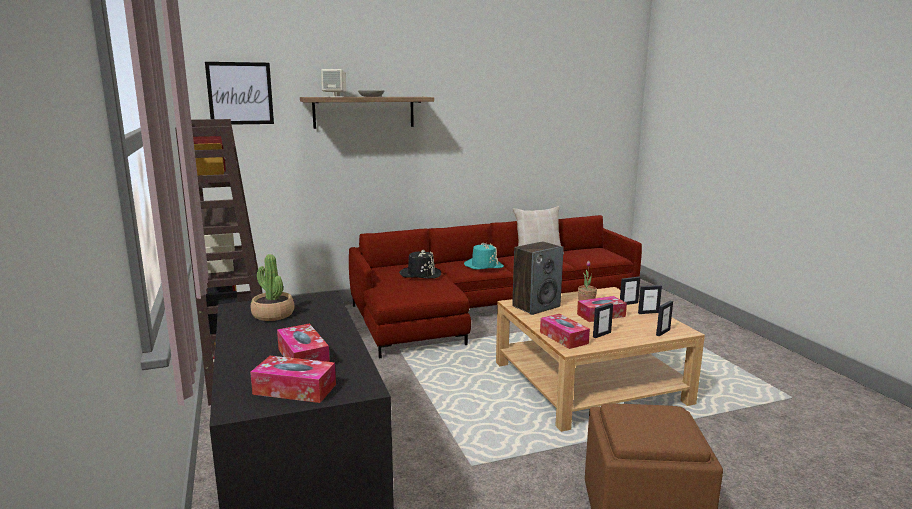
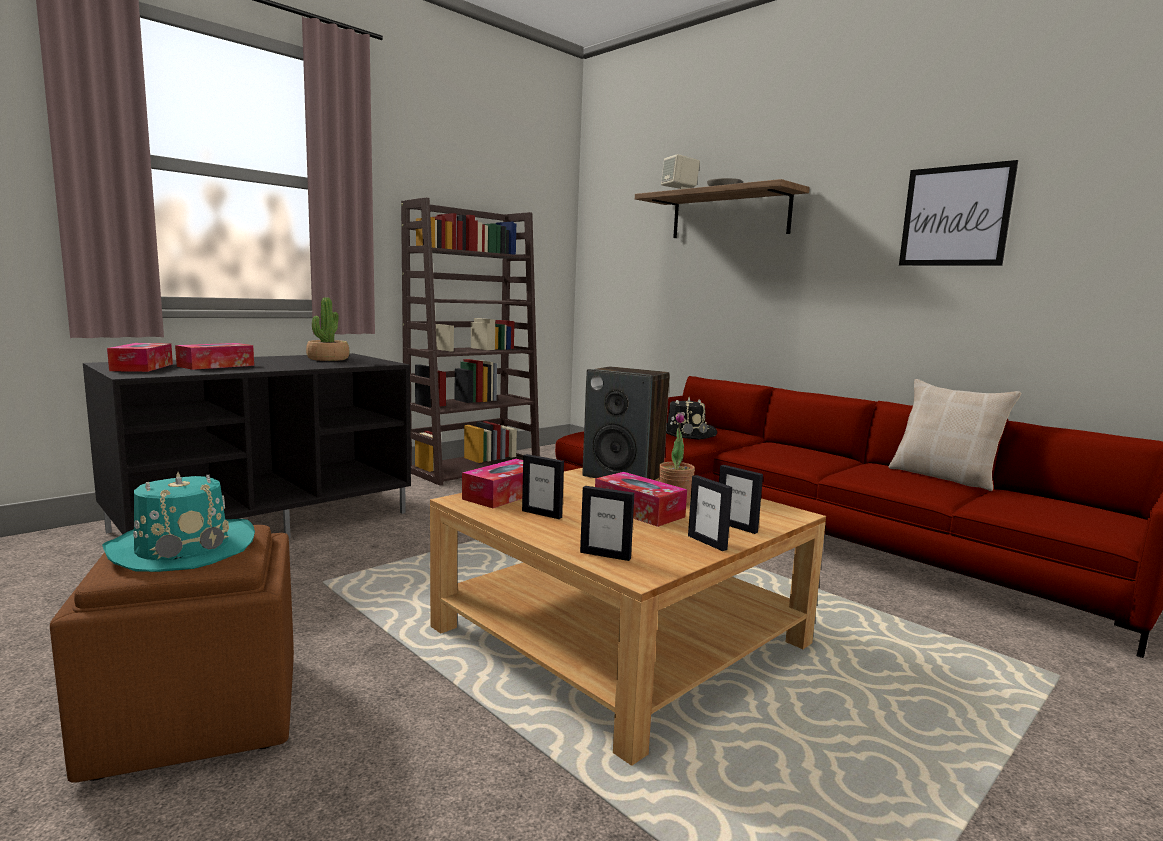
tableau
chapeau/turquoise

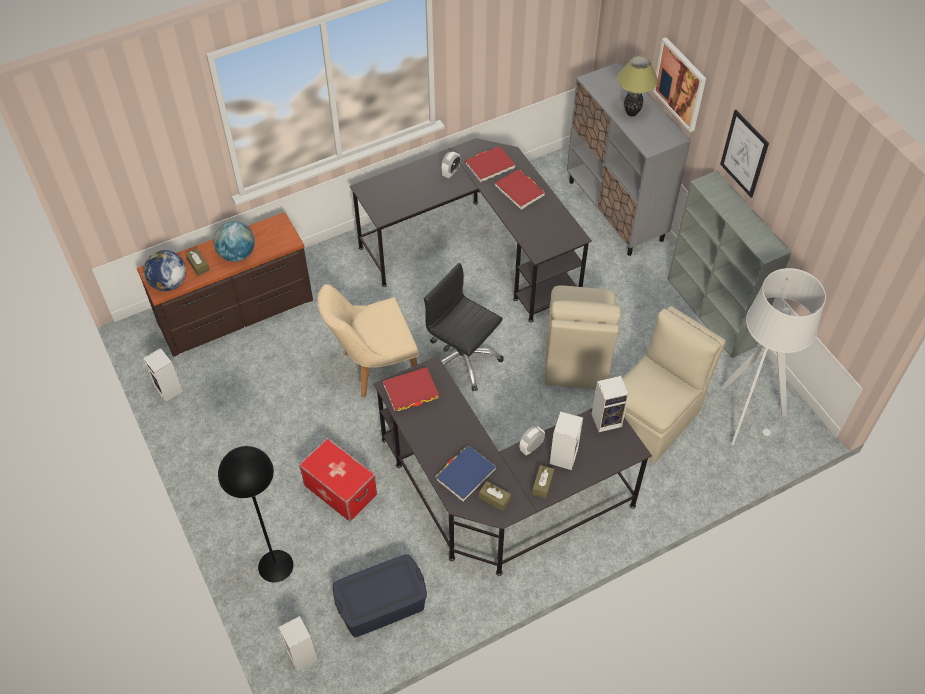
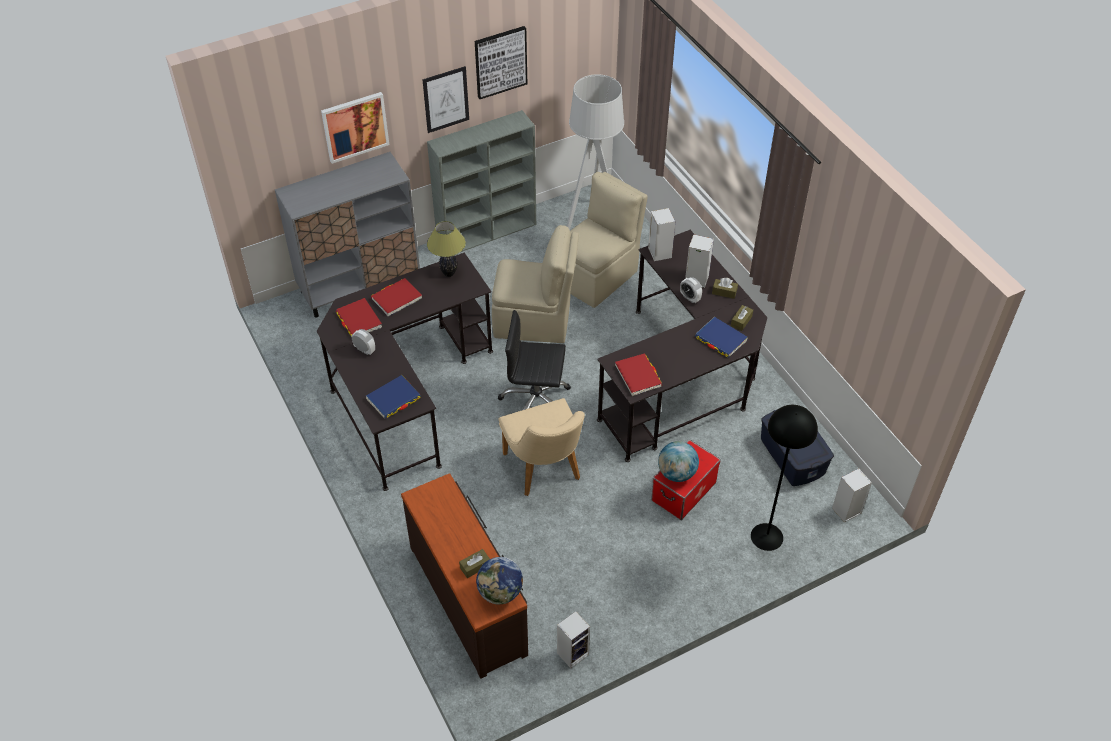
lampe de table
globe (2nd from left)
chaise de bureau/noir
chaise/beige (3rd from left)
tableau (3rd from left)
livre/bleu (1st from left)

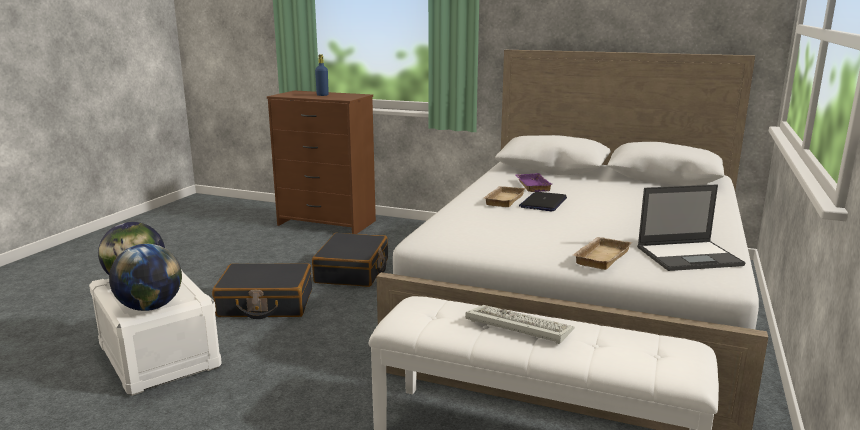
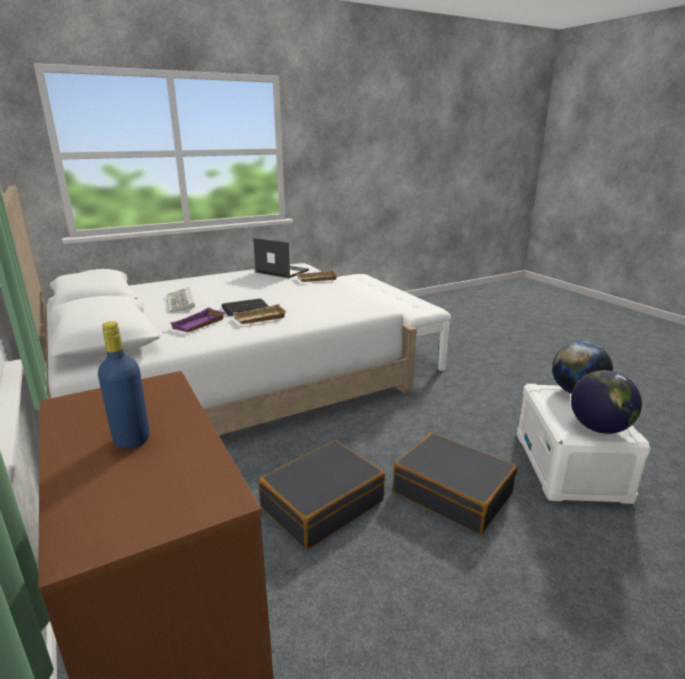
clavier

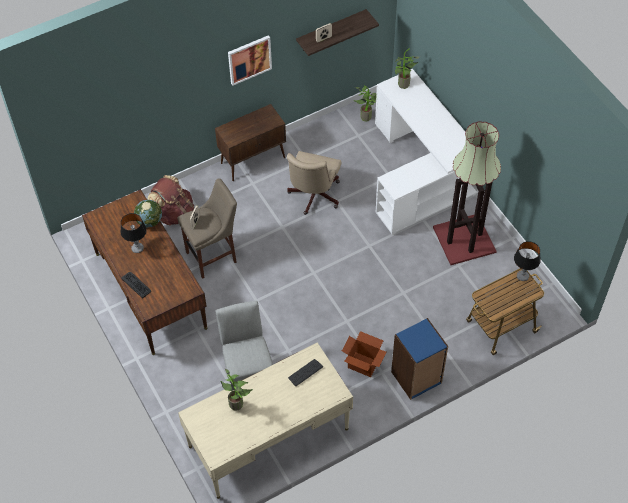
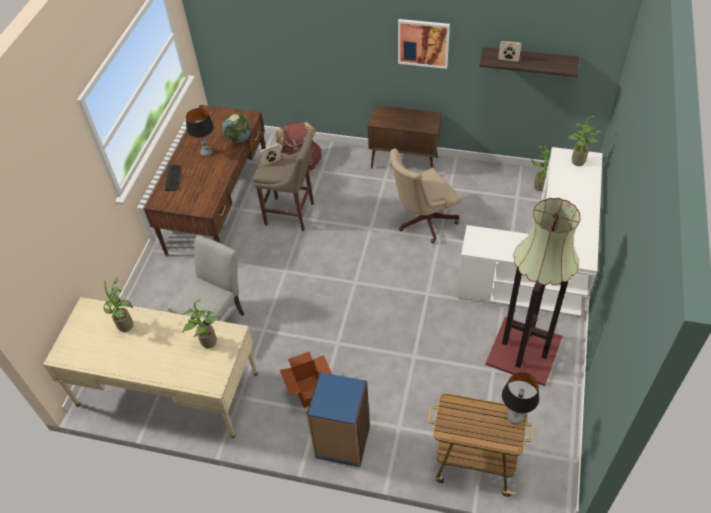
plante en pot (2nd from left)

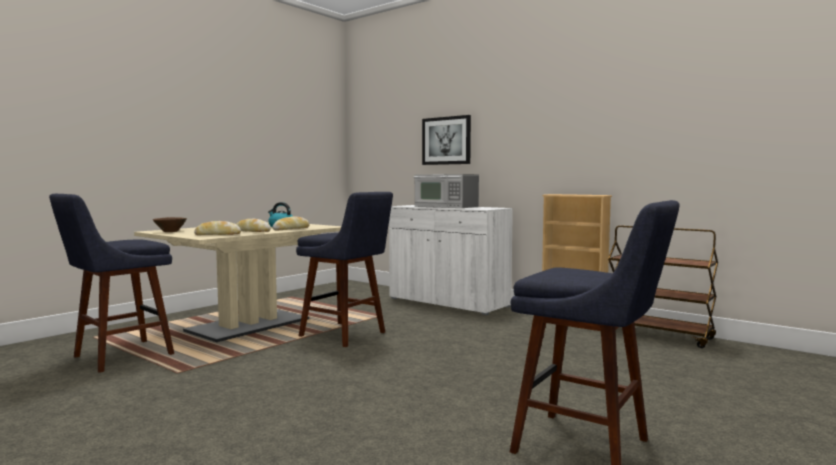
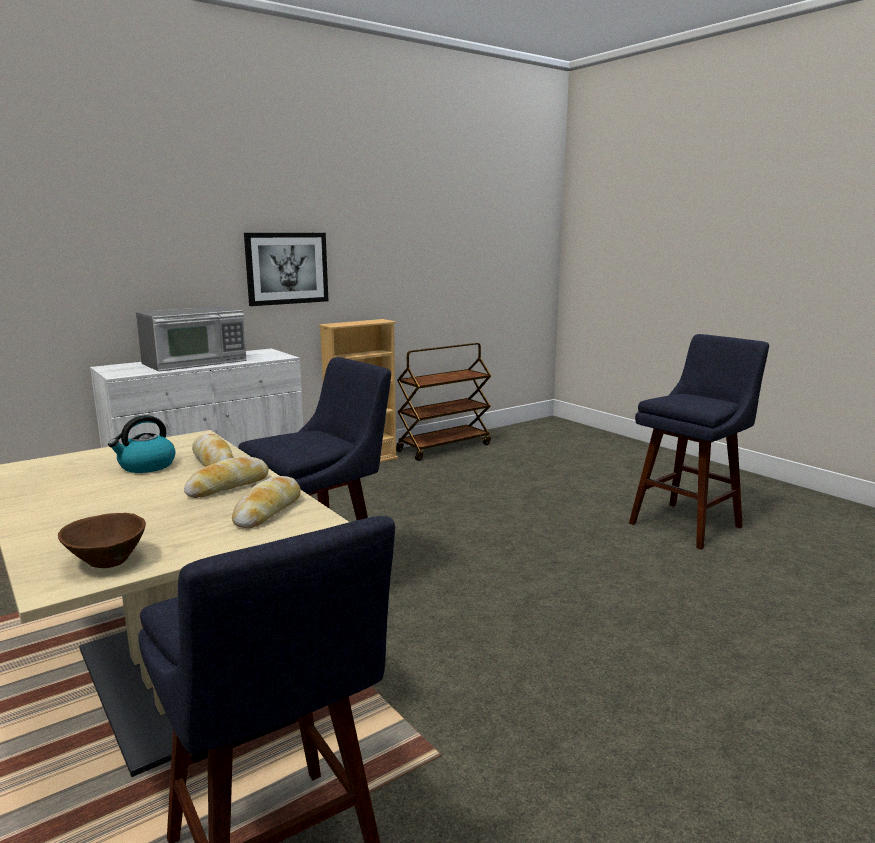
tableau

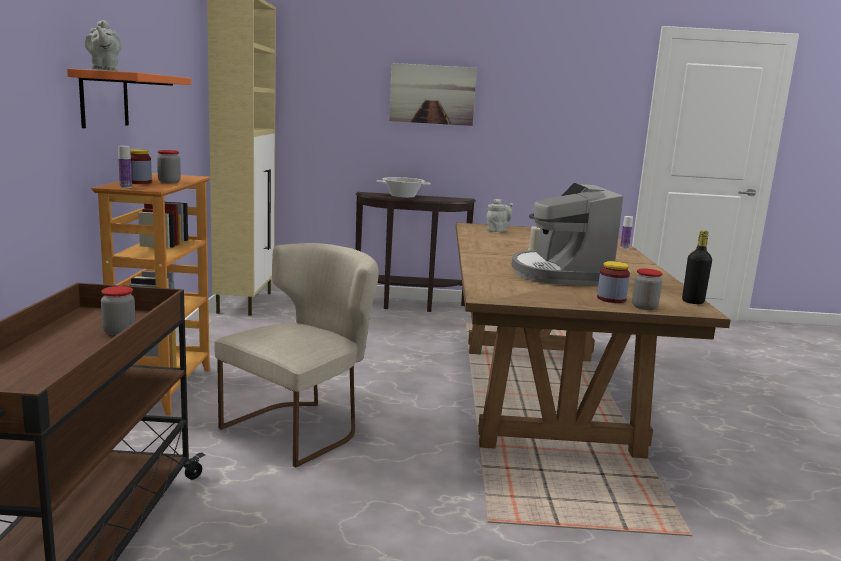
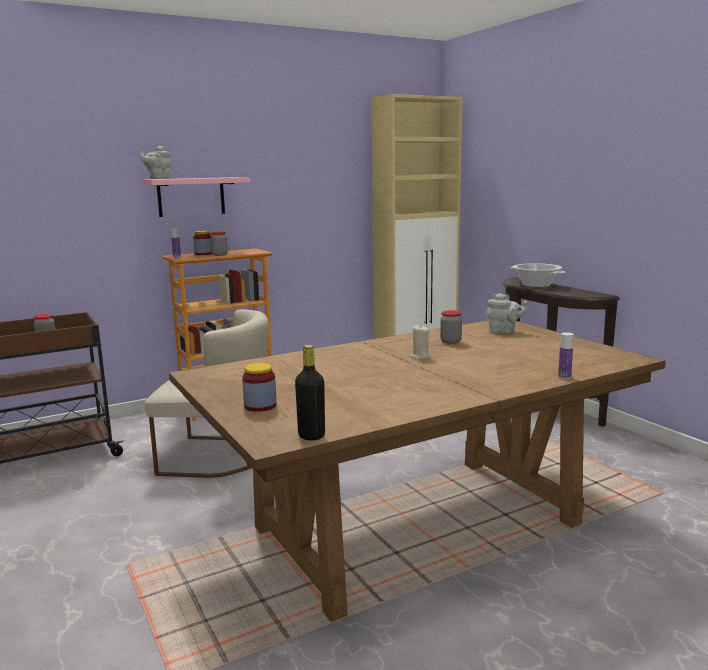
tableau
étagère/rose
machine à café
bocal (5th from left)

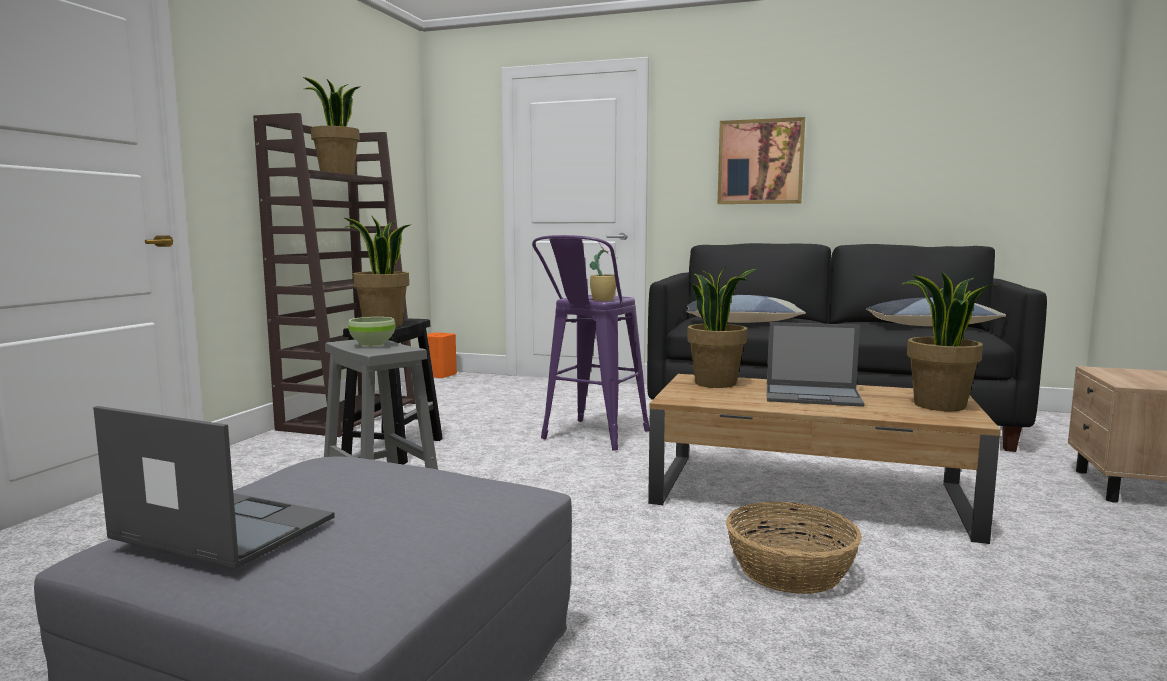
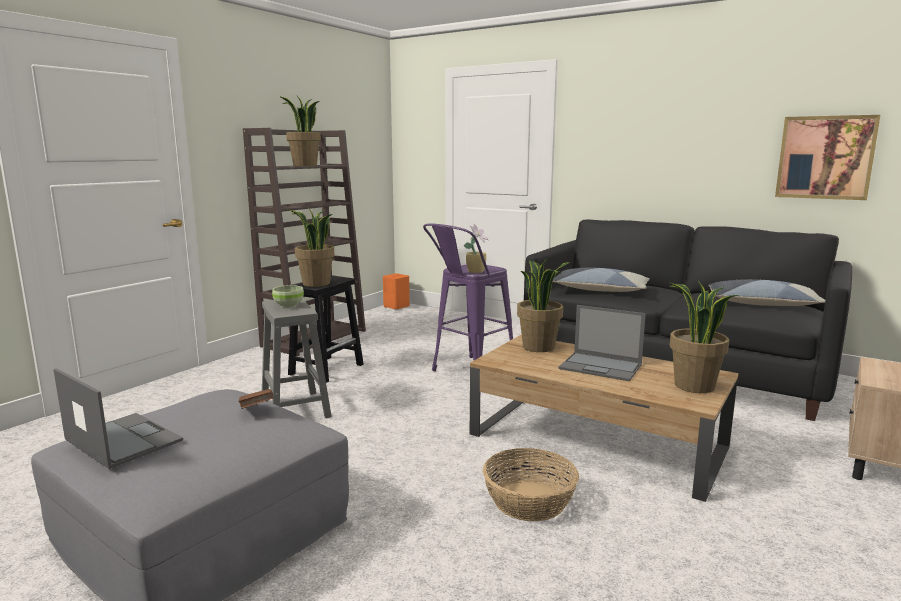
tableau
livre/marron

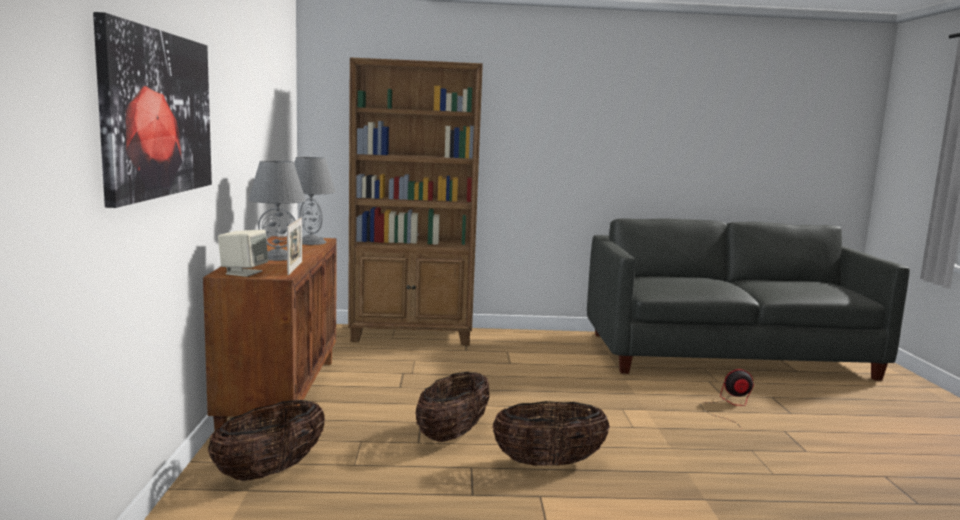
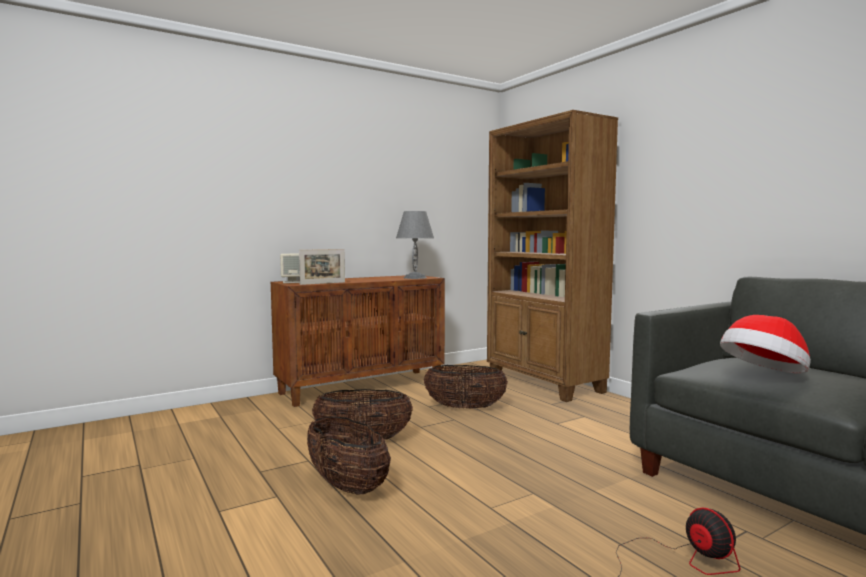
tableau
lampe de table/gris (1st from left in the first image)
panier (3rd from left)
chapeau

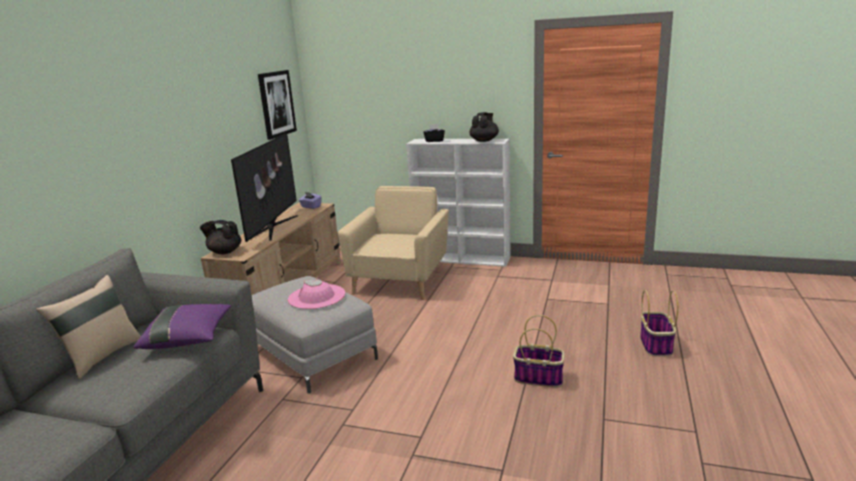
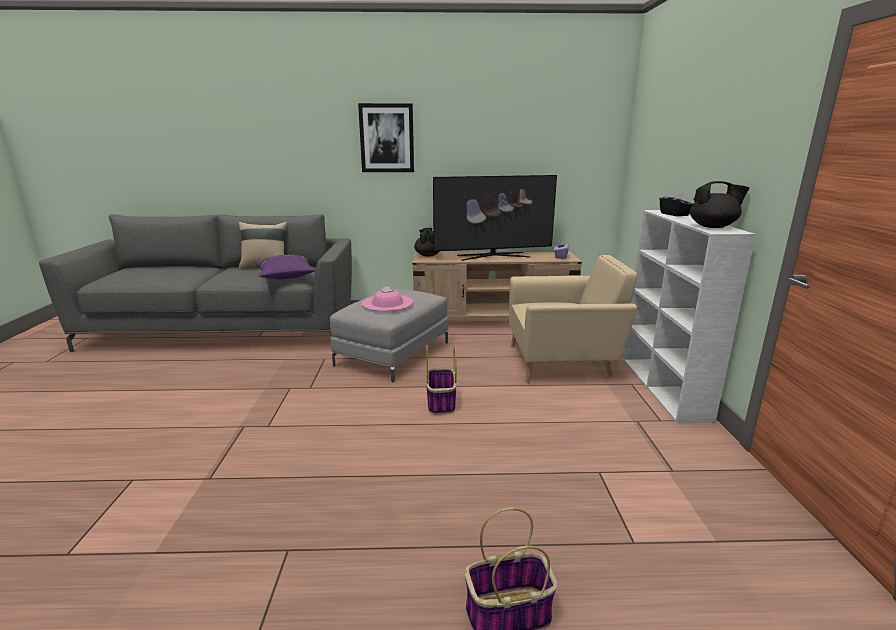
tableau
panier (1st from left)

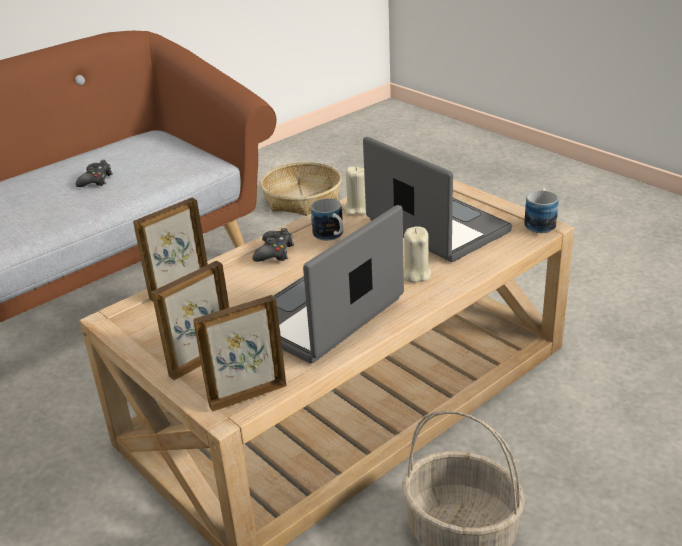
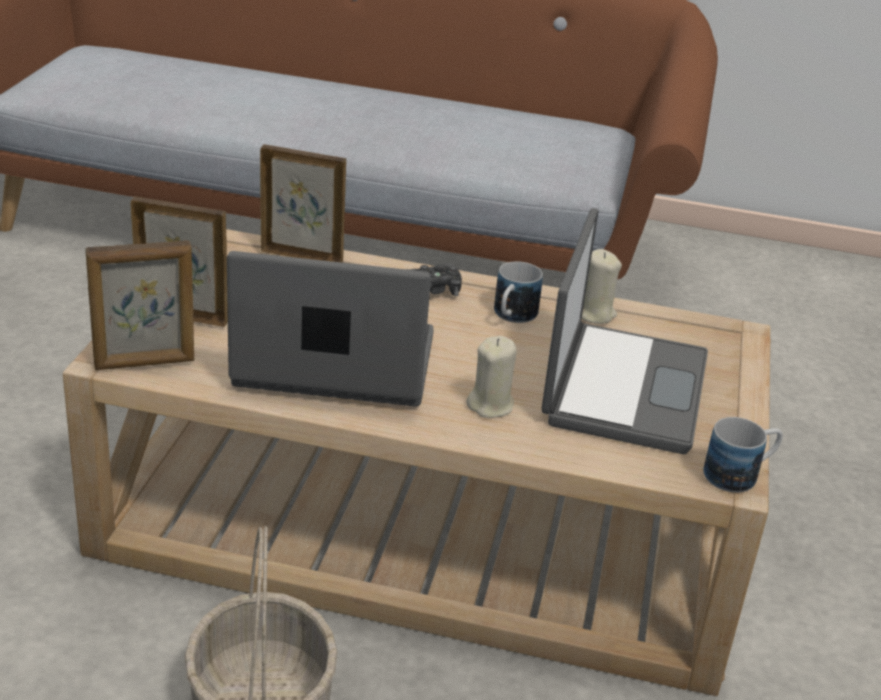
manette/noir (1st from left in the first image)
panier (1st from left in the first image)
cadre photo (1st from left)

